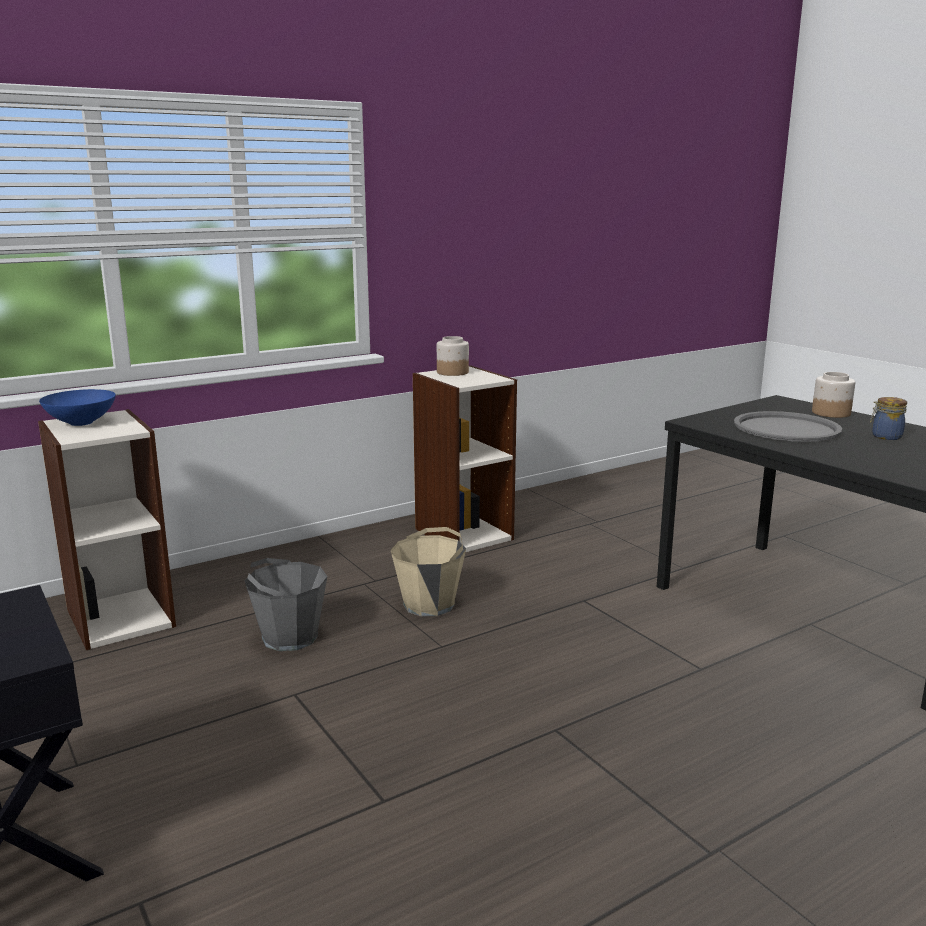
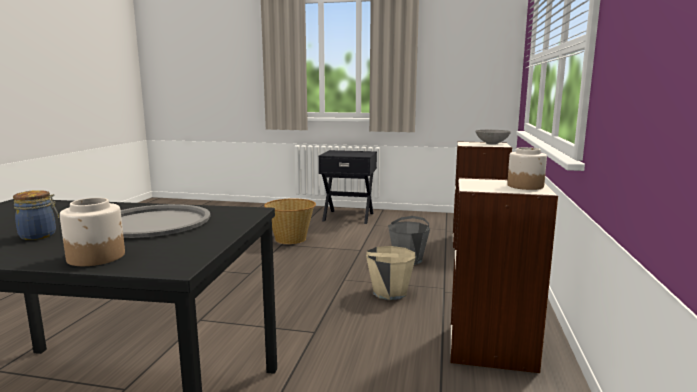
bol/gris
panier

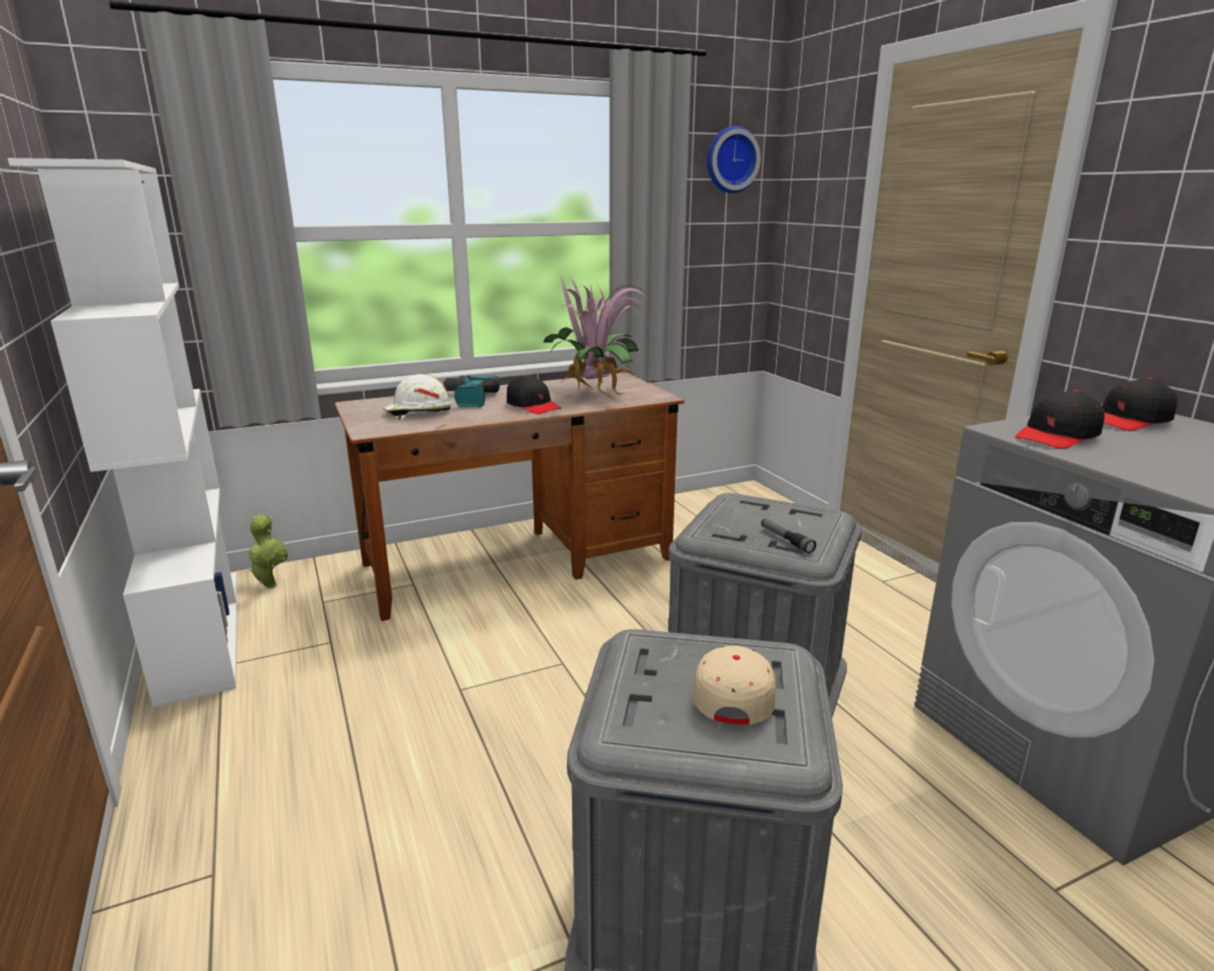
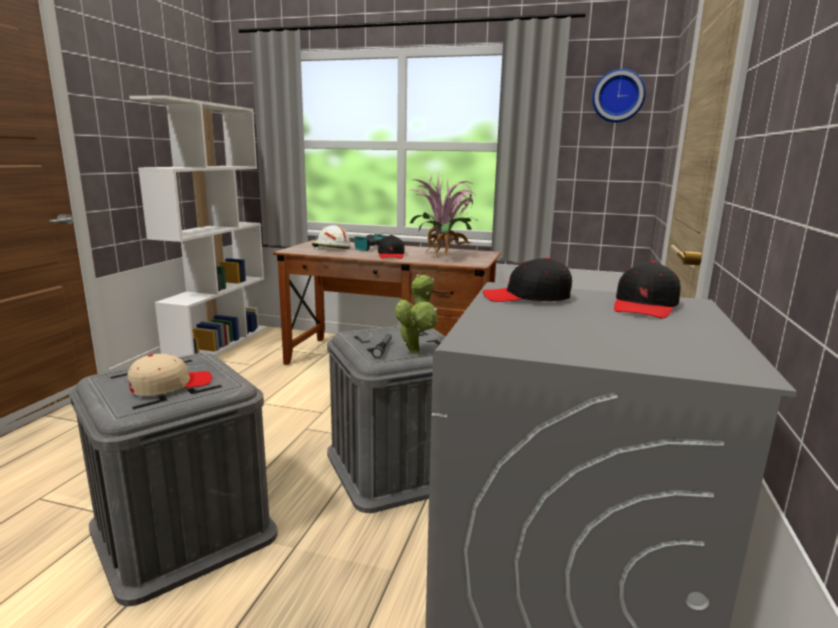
casquette/noir (3rd from left)
plante en pot (1st from left)

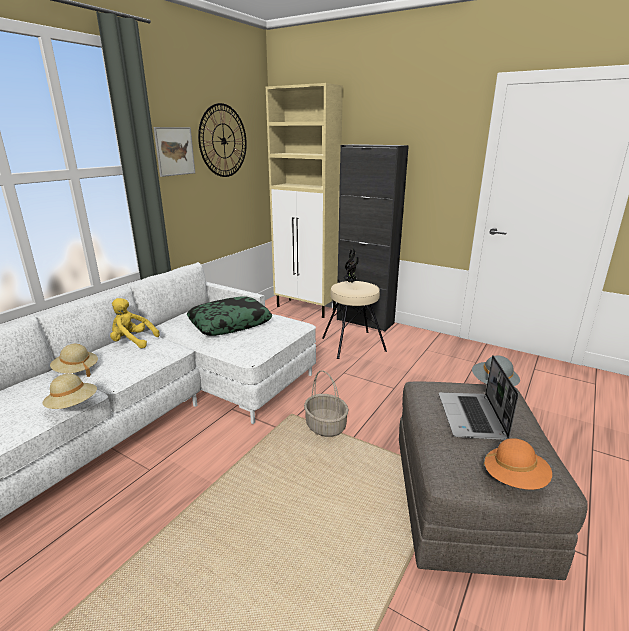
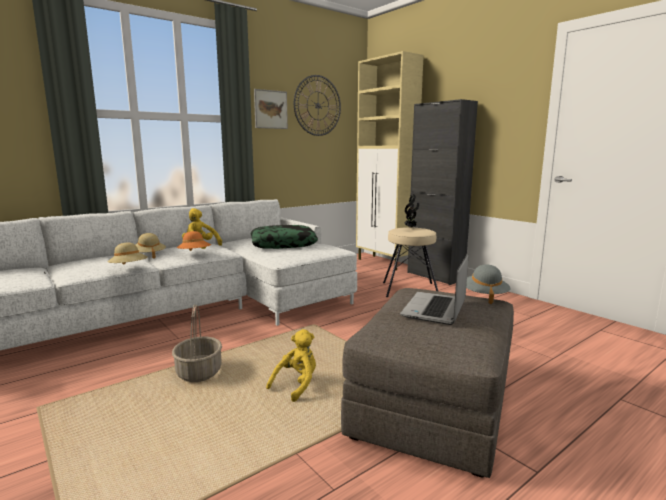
panier
chapeau/orange
peluche/jaune (2nd from left)

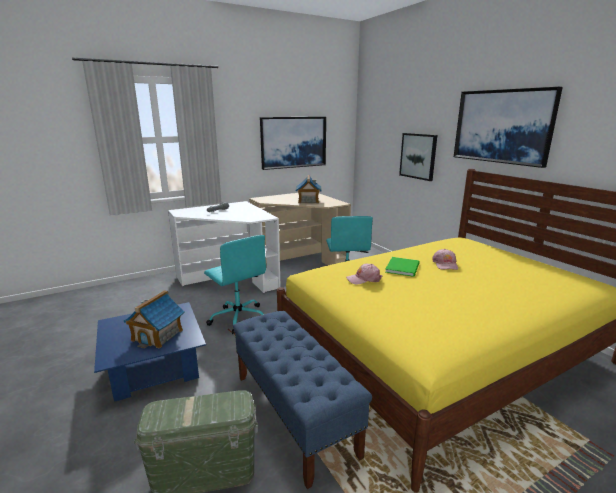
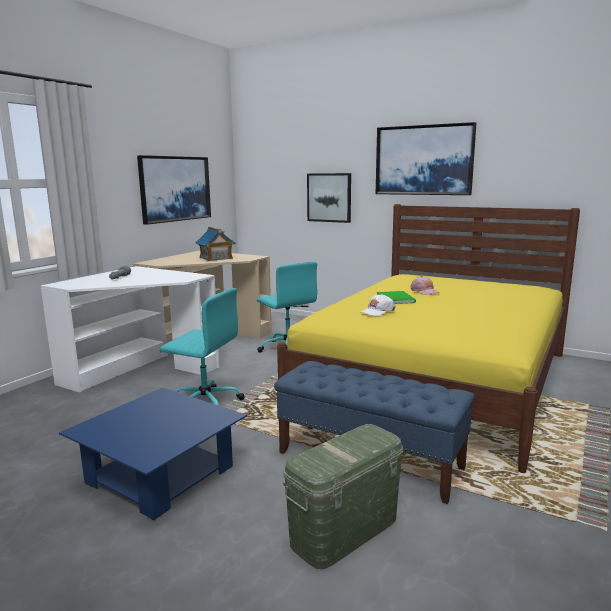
casquette/blanc
maison miniature (1st from left in the first image)

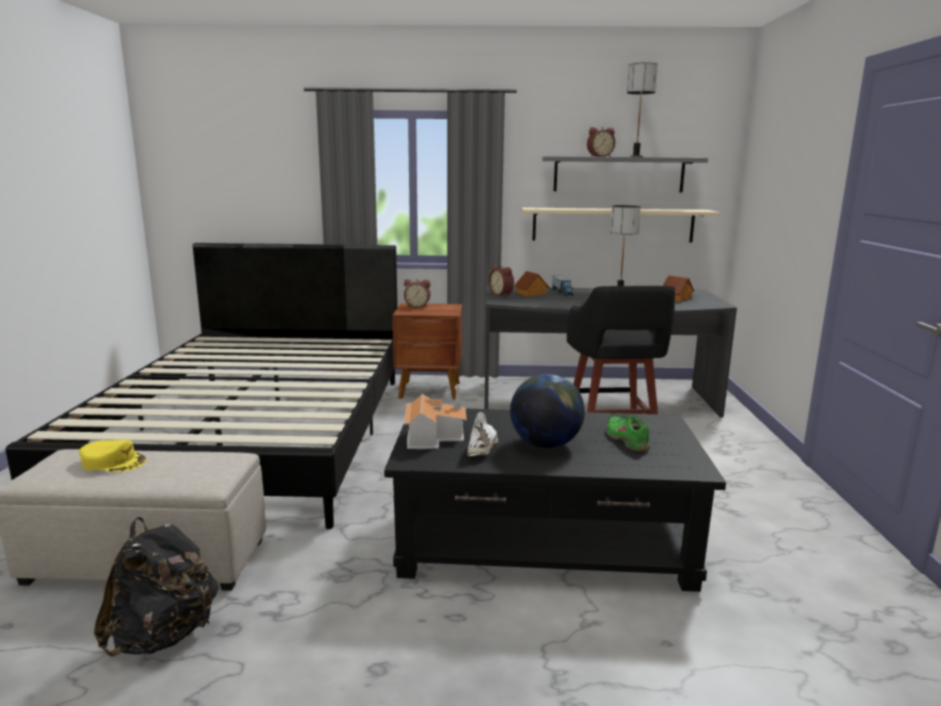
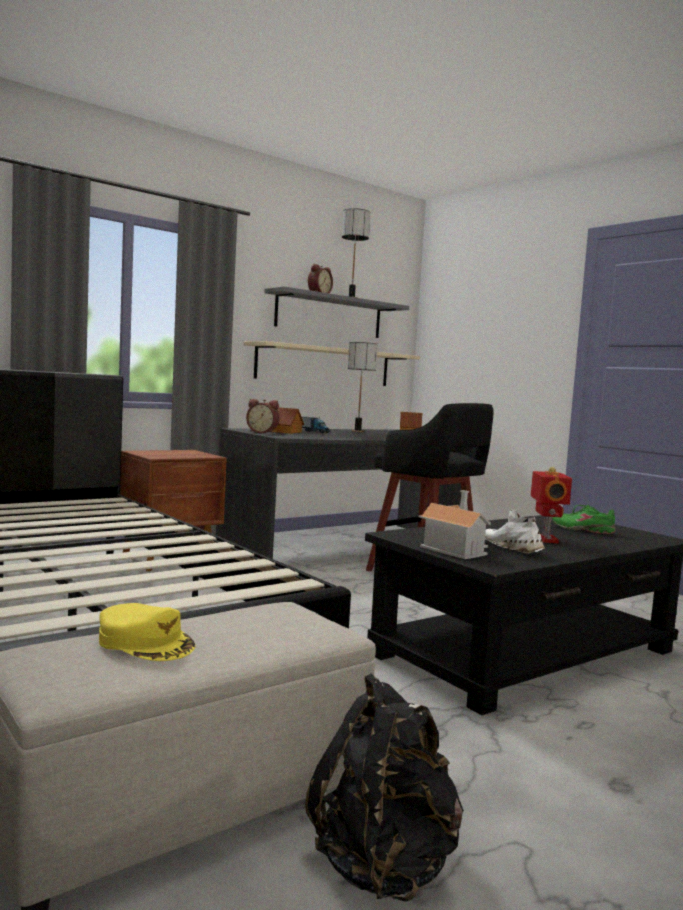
réveil (1st from left in the first image)
robot jouet
casquette/jaune

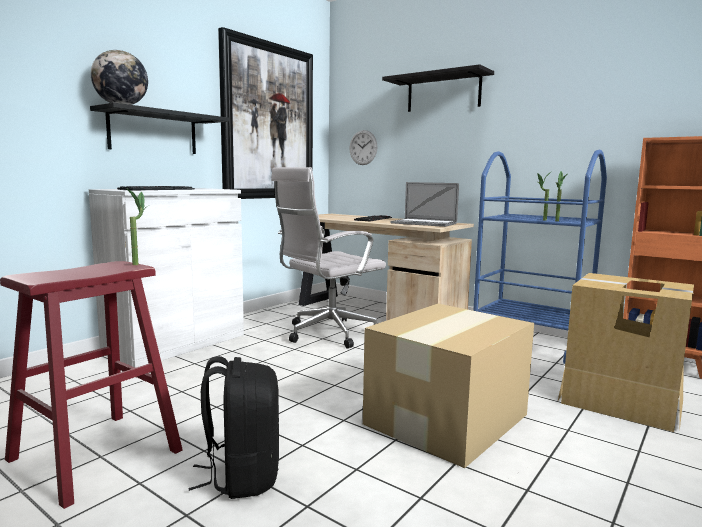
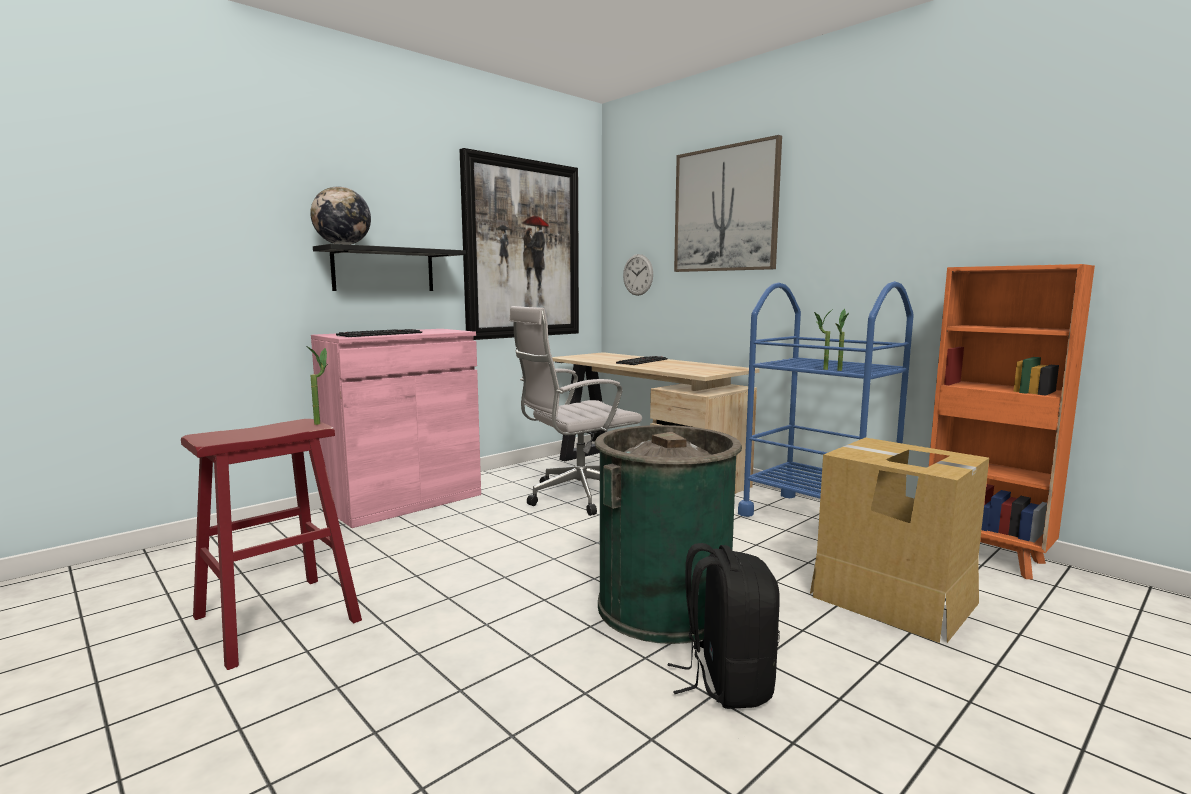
tableau (2nd from left)
ordinateur portable
meuble de rangement/rose
poubelle/vert
sac à dos/noir

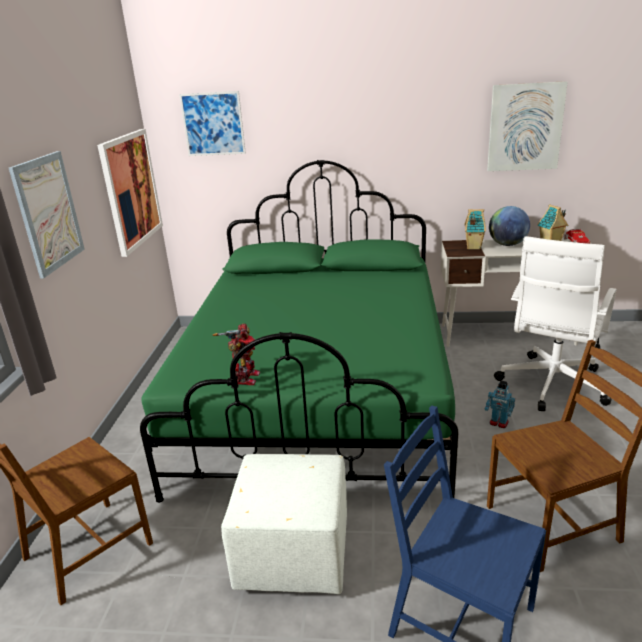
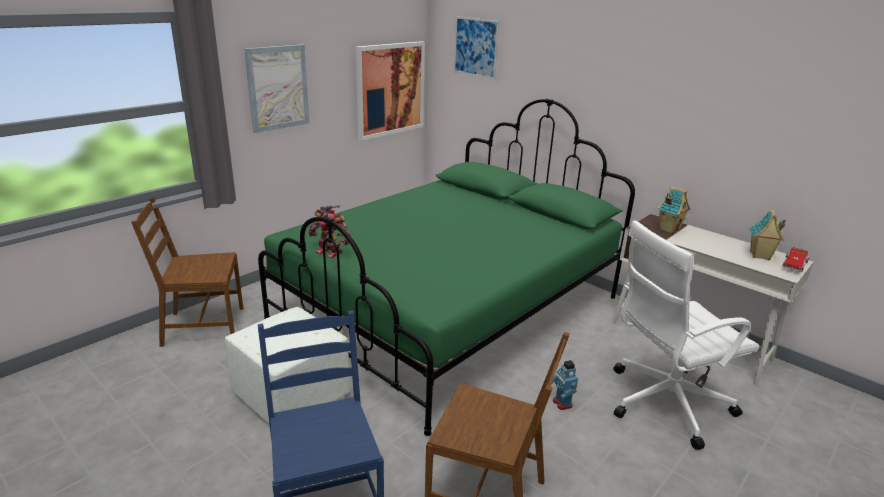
tableau (4th from left in the first image)
globe
robot jouet (1st from left)

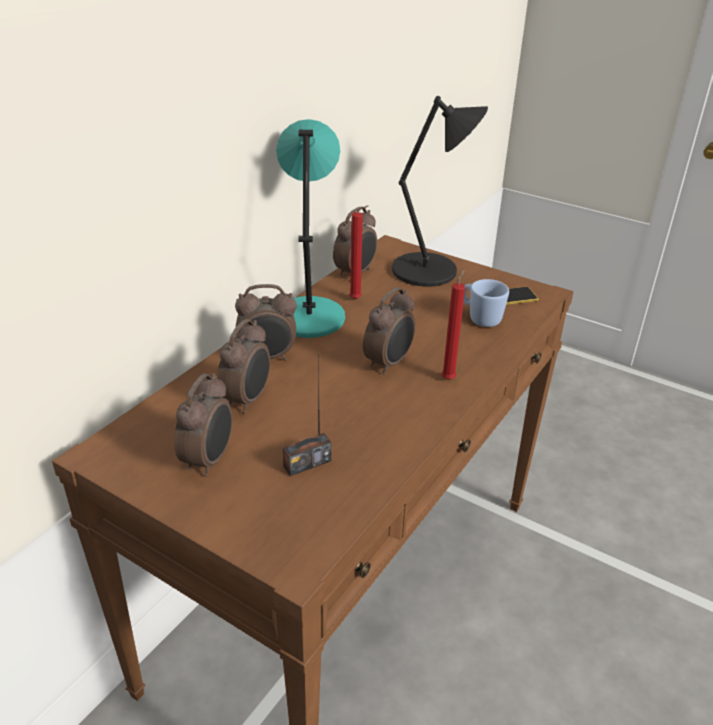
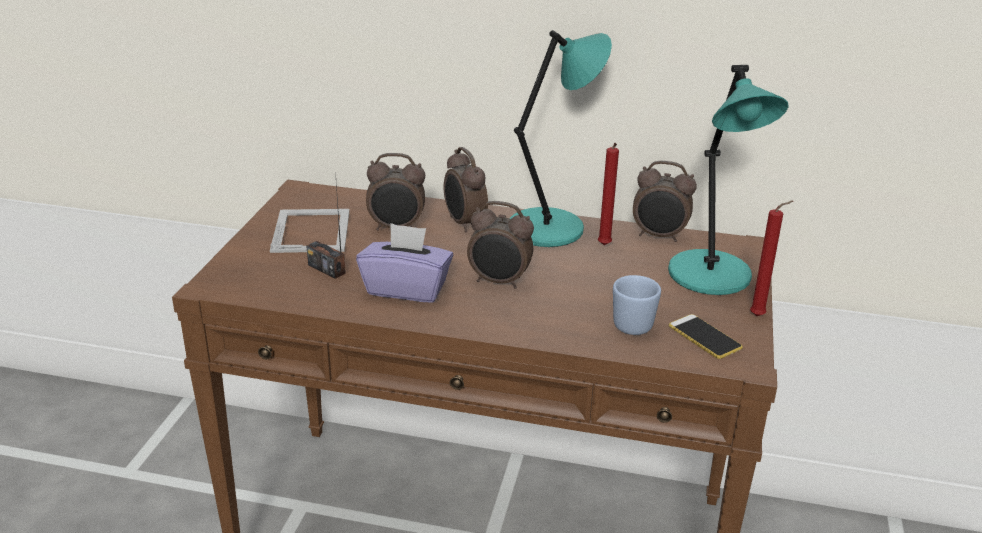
lampe de table/turquoise (2nd from left)
bougie/rouge (2nd from left)
cadre photo
boîte à mouchoirs/violet

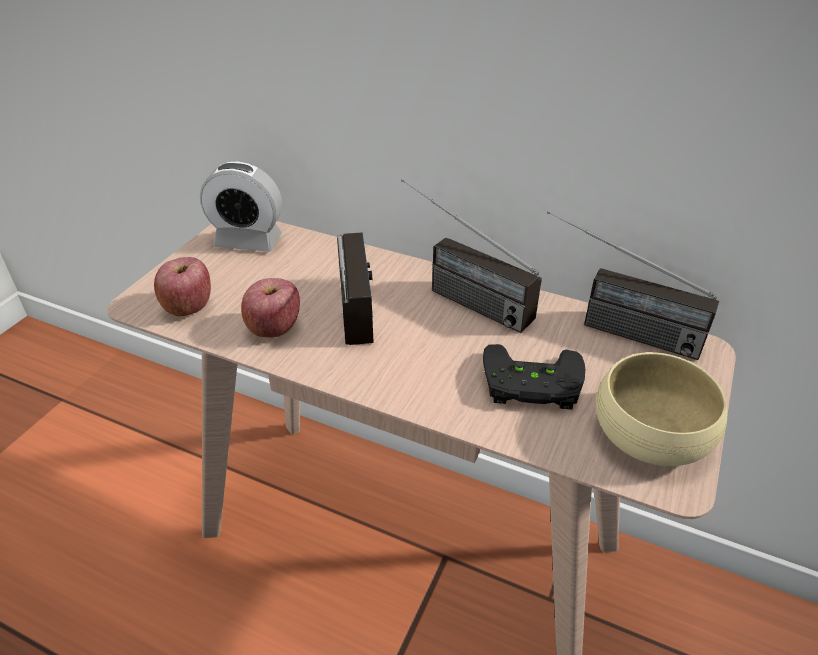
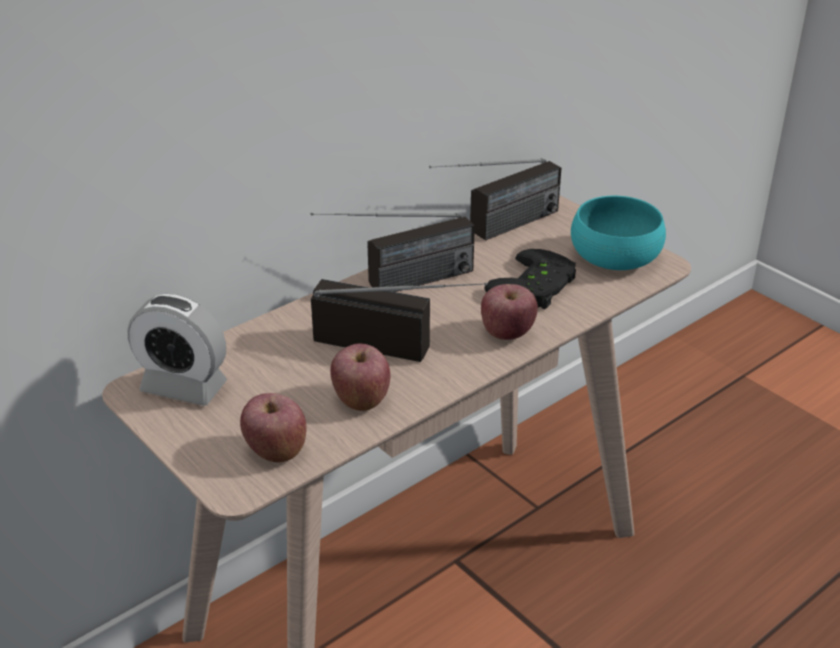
réveil
bol/turquoise
pomme (3rd from left)

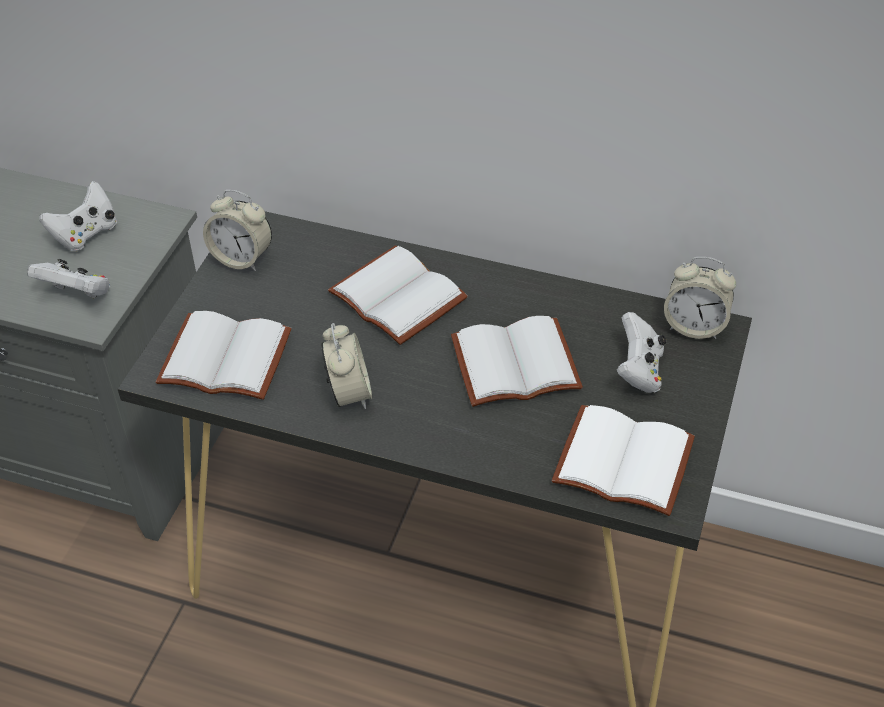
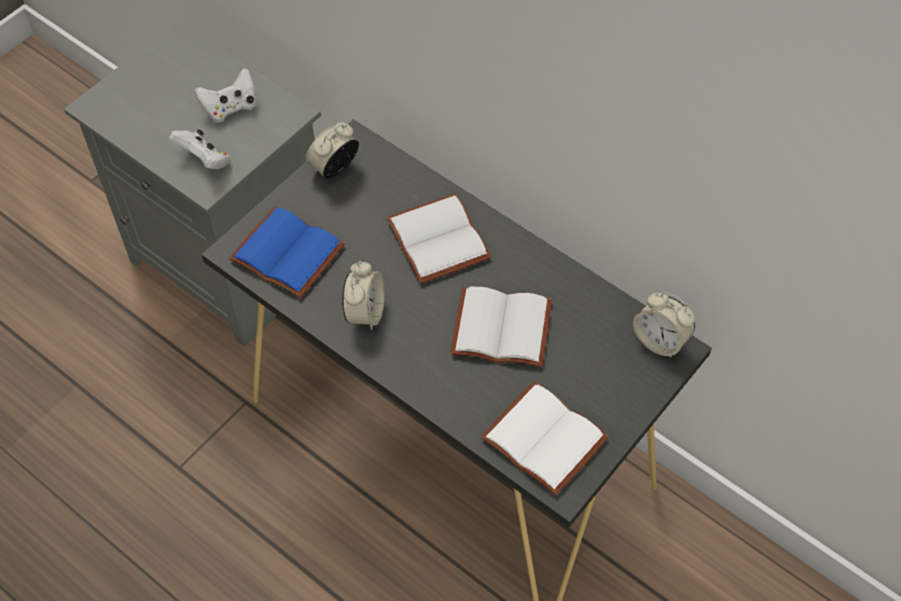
réveil (1st from left)
livre/bleu
manette/blanc (3rd from left in the first image)

